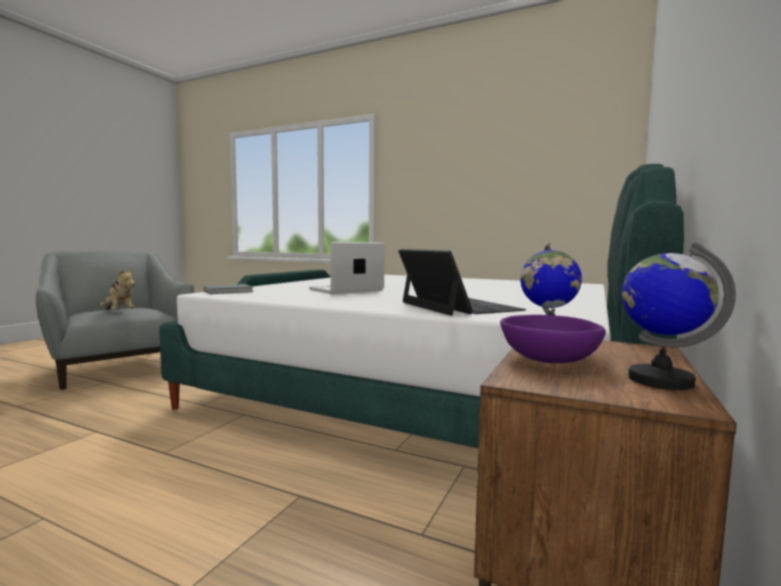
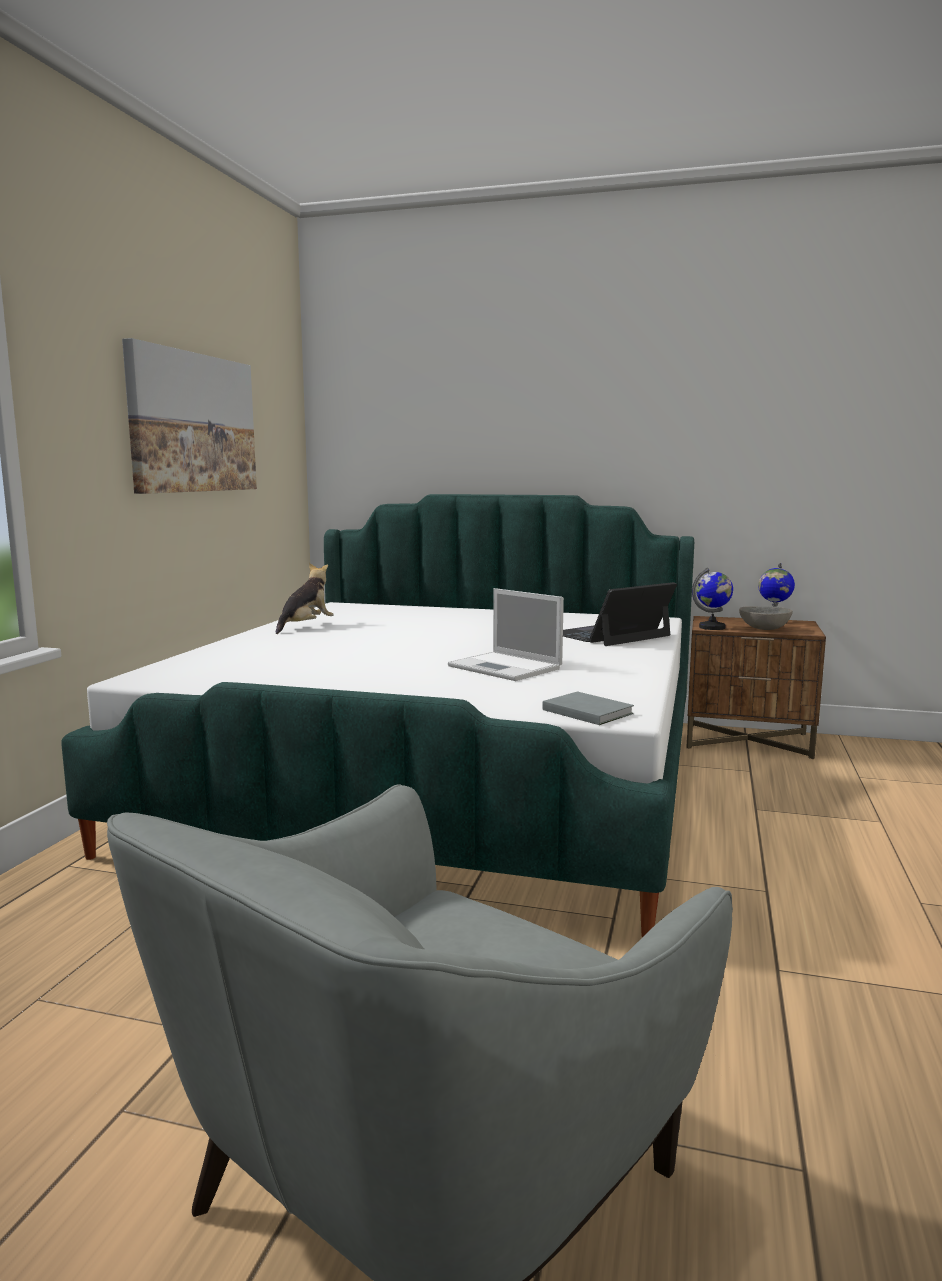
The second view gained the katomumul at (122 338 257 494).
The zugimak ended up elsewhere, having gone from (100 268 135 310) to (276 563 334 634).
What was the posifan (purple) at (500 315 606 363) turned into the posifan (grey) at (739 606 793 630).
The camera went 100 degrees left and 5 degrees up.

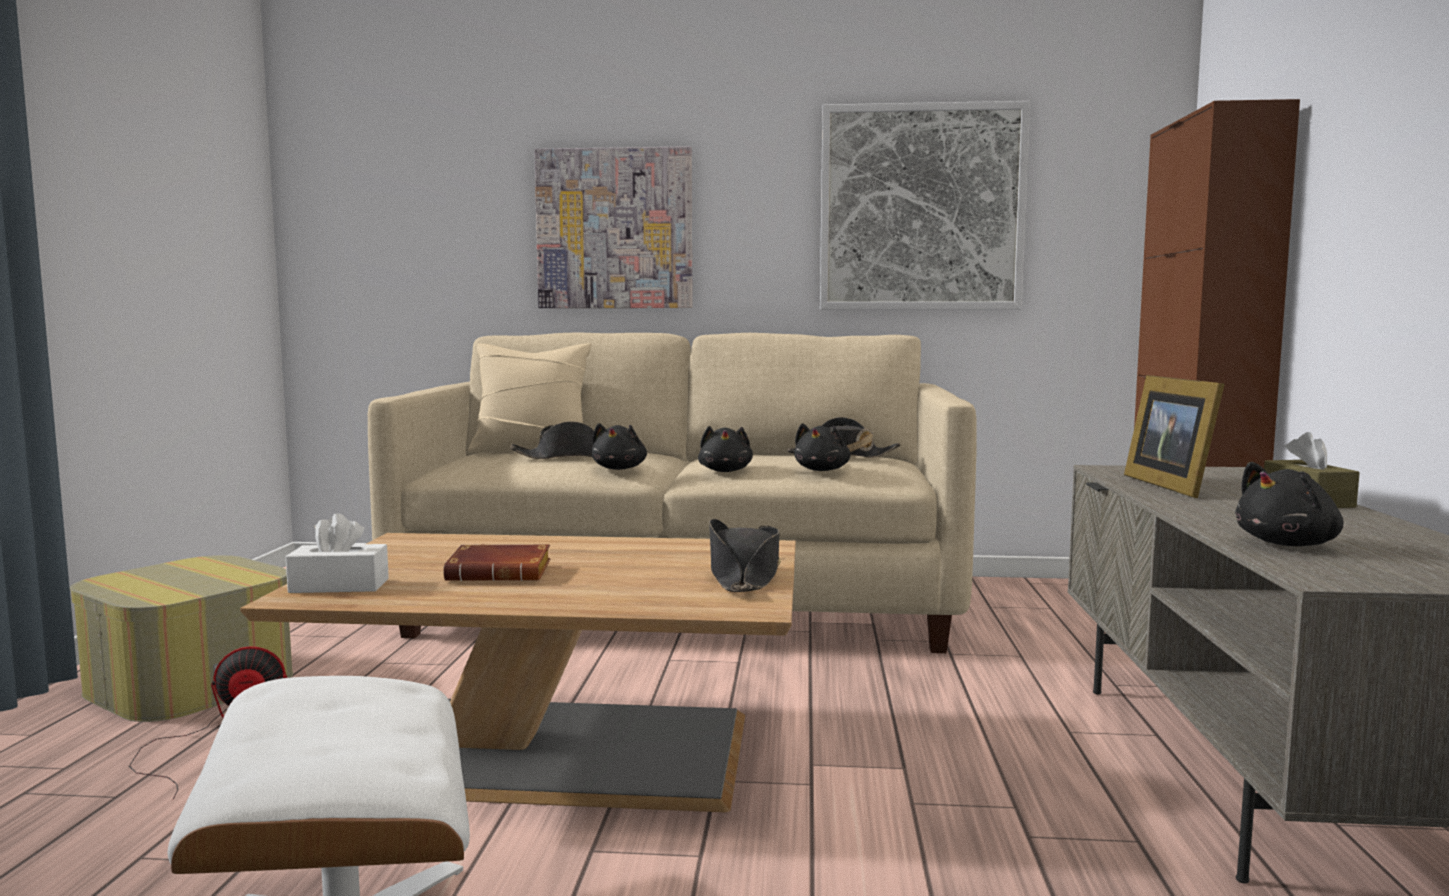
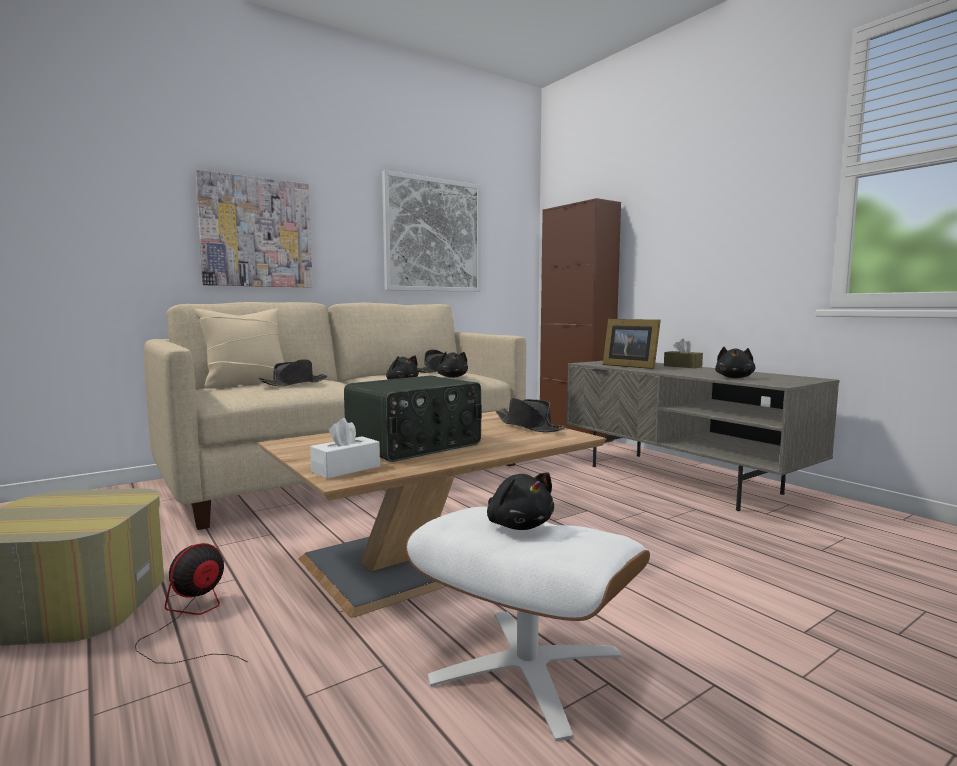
The zugimak (black) ended up elsewhere, having gone from (592 423 647 470) to (487 472 554 530).
Where the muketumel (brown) stood at (443 544 550 581), the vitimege came to stand at (344 375 482 462).
The camera went 40 degrees left and 0 degrees up.

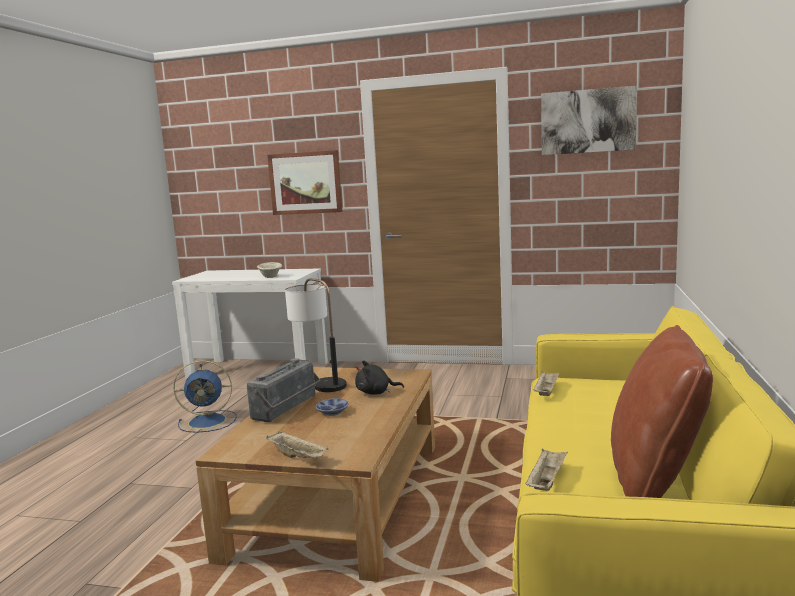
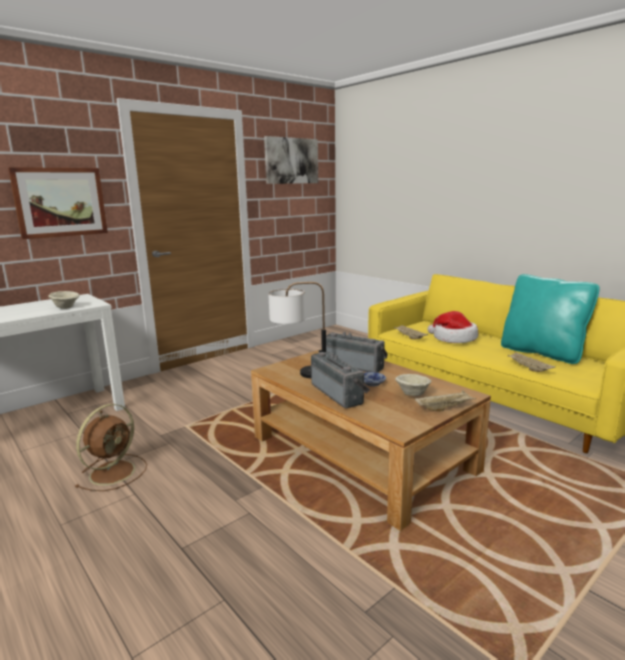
The second view gained the posifan (beige) at (395 374 431 396).
The second view gained the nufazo at (428 311 478 343).
Where the zugimak (black) stood at (355 360 404 395), the vitimege came to stand at (326 332 388 373).
What was the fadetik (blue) at (174 360 237 433) turned into the fadetik (brown) at (75 404 147 491).
What was the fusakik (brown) at (611 325 713 498) turned into the fusakik (turquoise) at (501 274 600 364).
The camera went 55 degrees left and 5 degrees up.

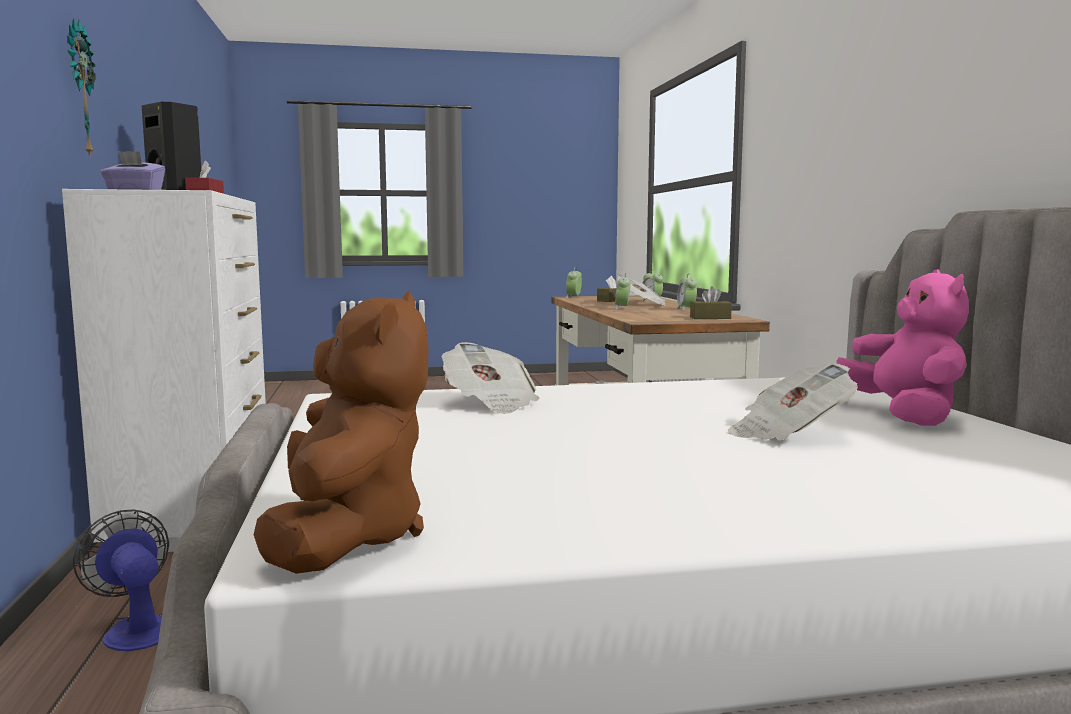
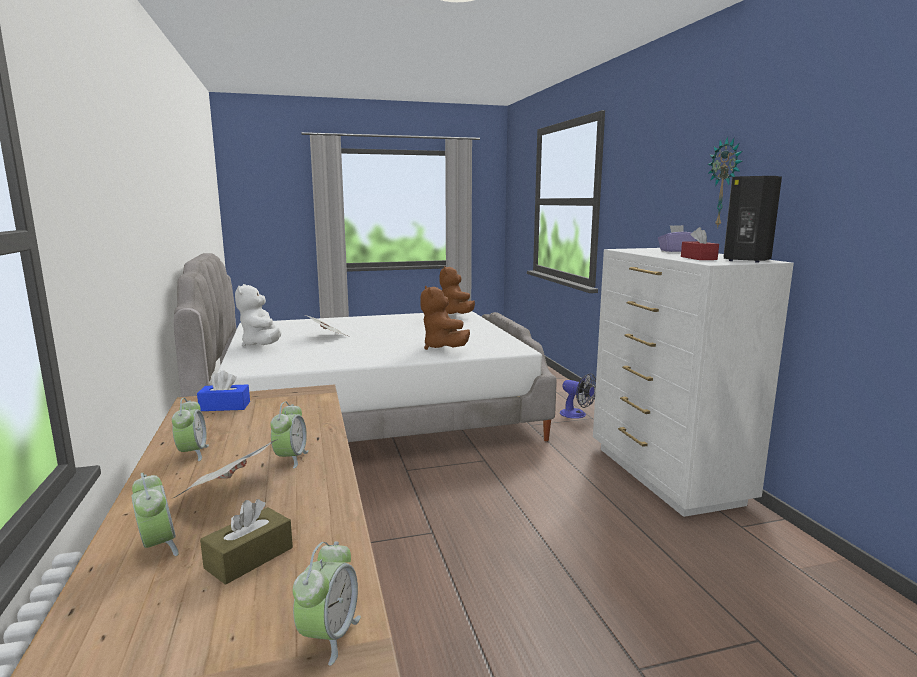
Where the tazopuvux stood at (442 342 540 414), the zugimak (brown) came to stand at (421 286 470 350).
What was the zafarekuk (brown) at (690 286 732 319) turned into the zafarekuk (blue) at (197 370 250 411).
What was the zugimak (pink) at (836 269 969 426) turned into the zugimak (white) at (235 284 282 347).
The camera went 175 degrees right and 5 degrees up.

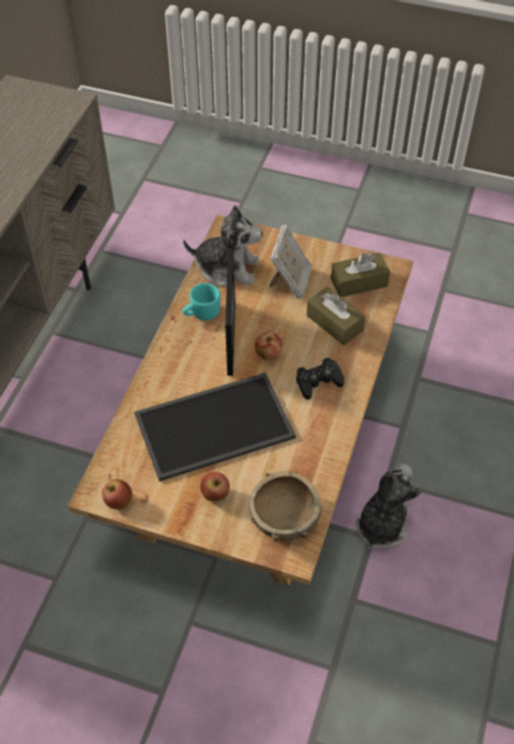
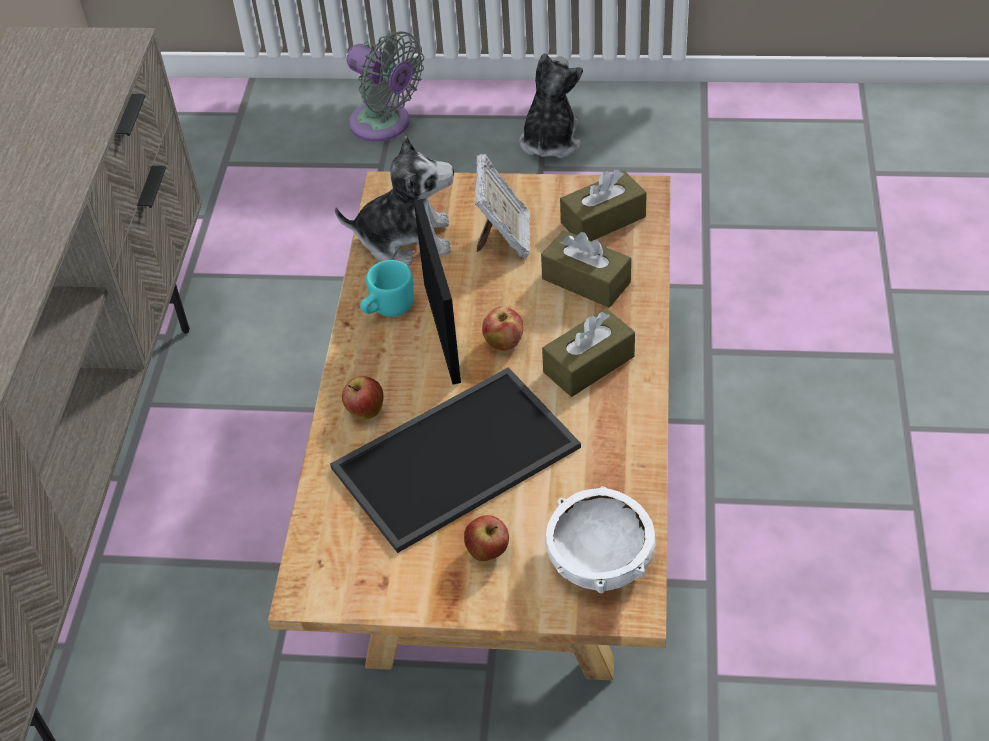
The second view gained the fadetik (grey) at (347 31 424 142).
The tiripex ended up elsewhere, having gone from (102 479 132 510) to (342 376 384 419).
The zugimak ended up elsewhere, having gone from (356 464 422 549) to (519 53 583 158).
Where the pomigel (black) stood at (296 357 344 400), the zafarekuk (brown) came to stand at (542 308 635 397).
What was the posifan (brown) at (249 471 321 542) turned into the posifan (white) at (545 486 656 593).
The camera went 10 degrees left and 5 degrees down.

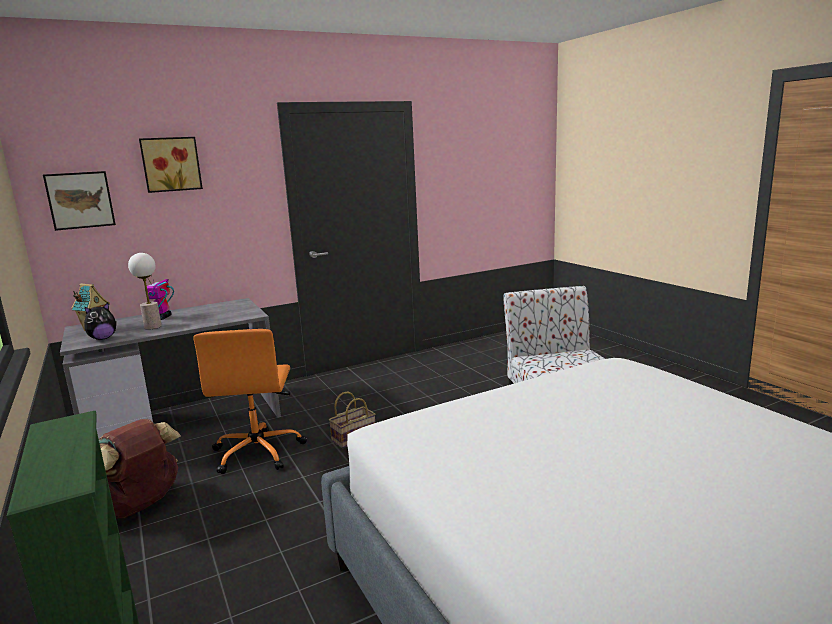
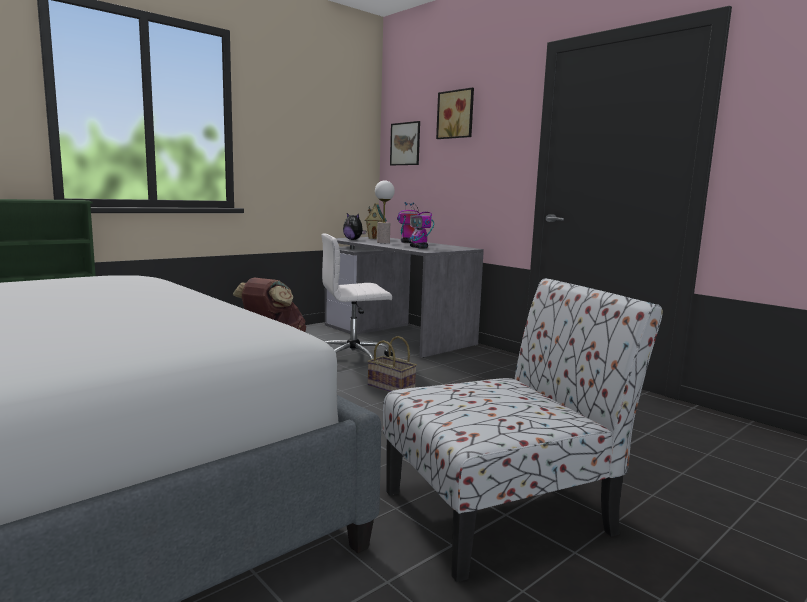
The second view gained the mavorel at (405 203 434 249).
What was the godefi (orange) at (193 329 307 474) turned into the godefi (white) at (321 234 393 359).
The camera went 75 degrees right and 5 degrees down.

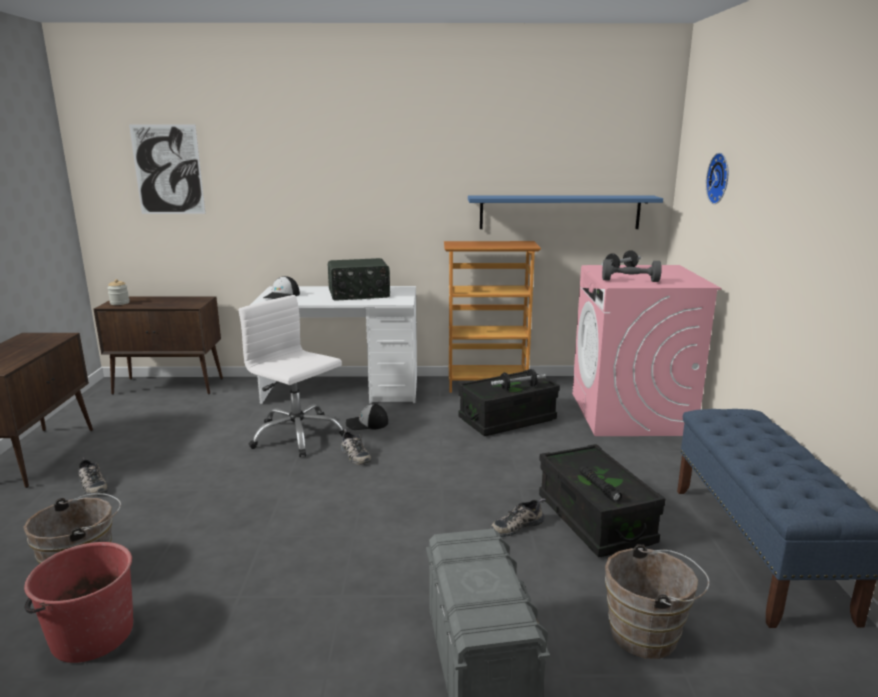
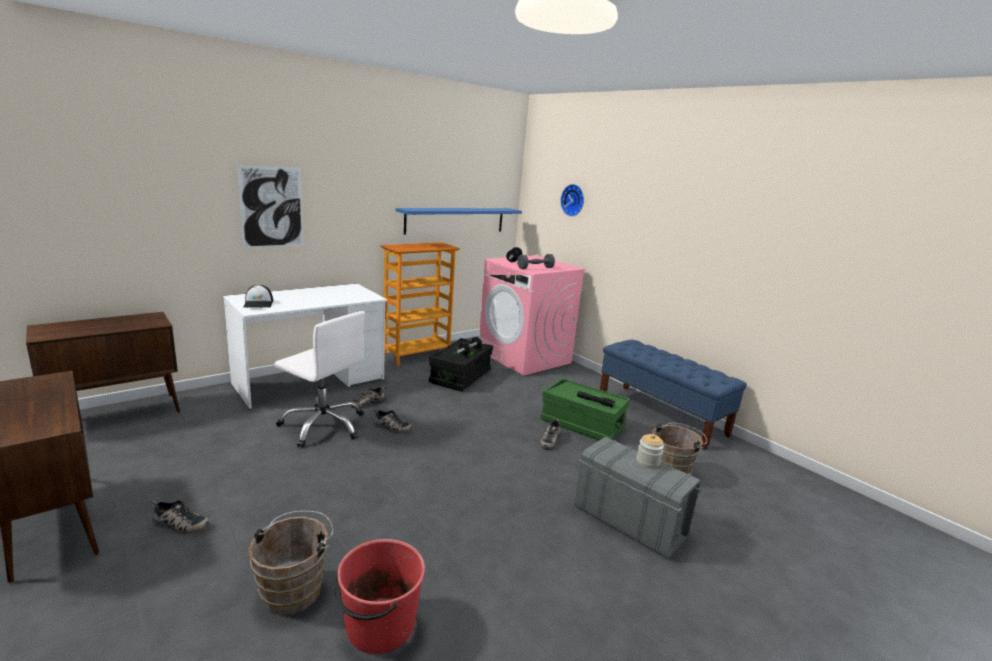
The second view lost the vitimege at (328 258 390 301).
The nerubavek ended up elsewhere, having gone from (107 279 130 305) to (636 434 664 468).
The katomumul ended up elsewhere, having gone from (129 124 205 214) to (237 165 303 248).
Where the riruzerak stood at (346 404 388 430), the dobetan came to stand at (350 386 387 409).
What was the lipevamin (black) at (539 444 666 557) turned into the lipevamin (green) at (540 378 630 440).
The godefi (white) at (238 295 348 457) ended up facing another way, 150 degrees counterclockwise from before.
The camera went 40 degrees left and 0 degrees up.

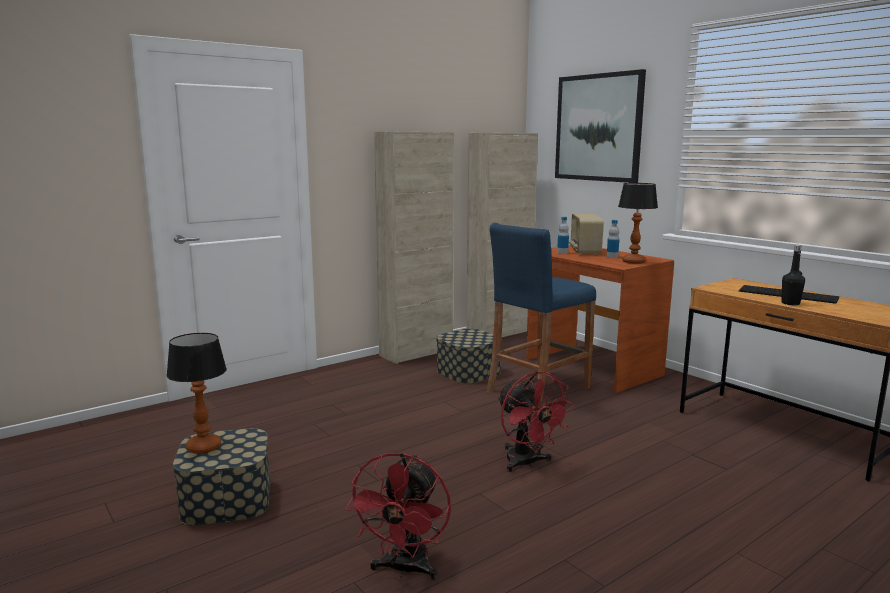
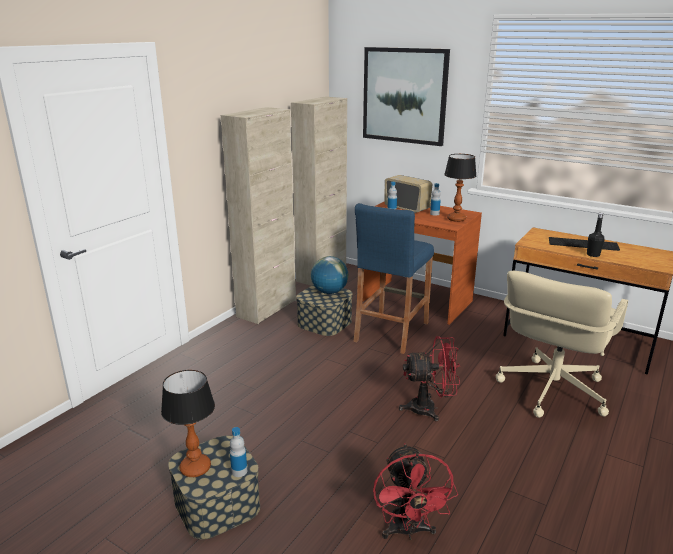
The second view gained the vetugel at (230 427 247 477).
The second view gained the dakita at (311 256 348 294).
The second view gained the godefi (beige) at (496 271 628 418).
The fadetik (red) at (497 371 574 472) ended up facing another way, 45 degrees counterclockwise from before.
The vitimege at (569 214 604 255) ended up facing another way, 150 degrees clockwise from before.
The camera went 20 degrees left and 10 degrees up.

